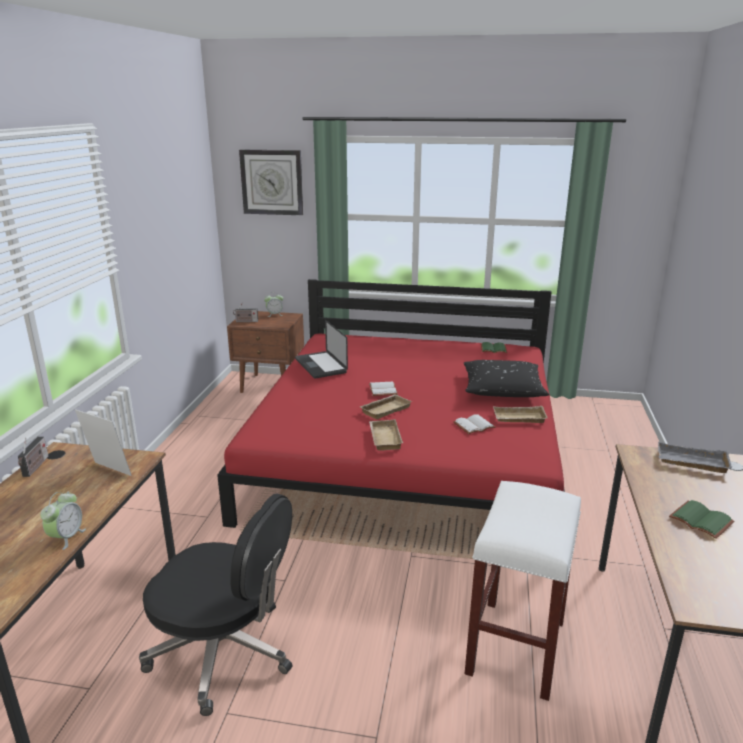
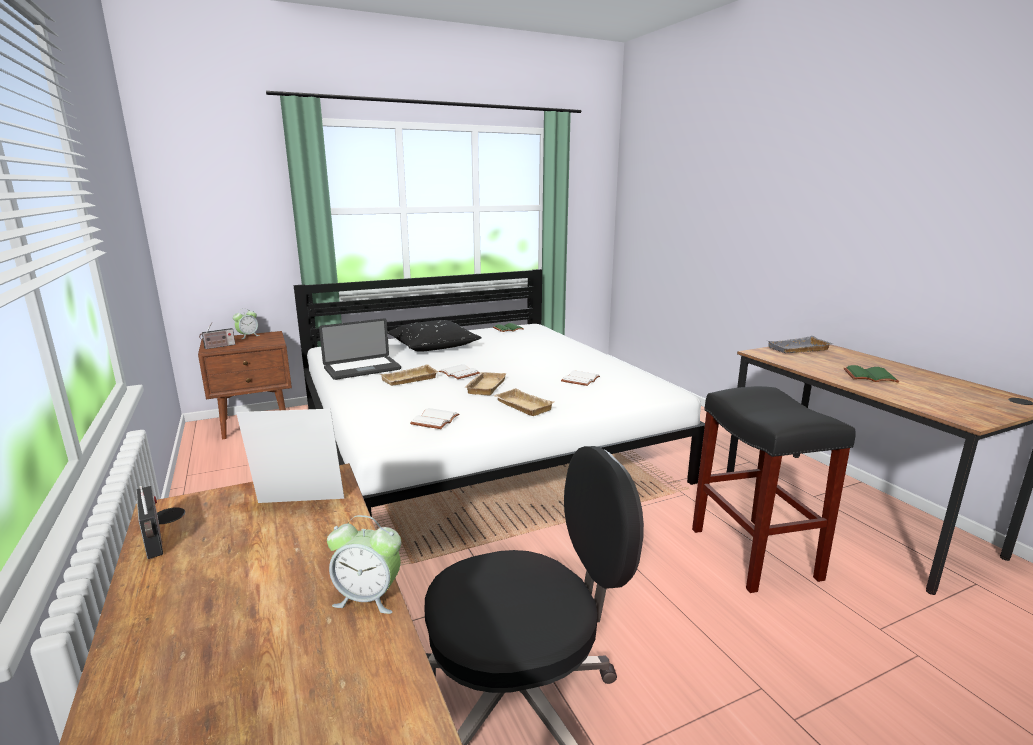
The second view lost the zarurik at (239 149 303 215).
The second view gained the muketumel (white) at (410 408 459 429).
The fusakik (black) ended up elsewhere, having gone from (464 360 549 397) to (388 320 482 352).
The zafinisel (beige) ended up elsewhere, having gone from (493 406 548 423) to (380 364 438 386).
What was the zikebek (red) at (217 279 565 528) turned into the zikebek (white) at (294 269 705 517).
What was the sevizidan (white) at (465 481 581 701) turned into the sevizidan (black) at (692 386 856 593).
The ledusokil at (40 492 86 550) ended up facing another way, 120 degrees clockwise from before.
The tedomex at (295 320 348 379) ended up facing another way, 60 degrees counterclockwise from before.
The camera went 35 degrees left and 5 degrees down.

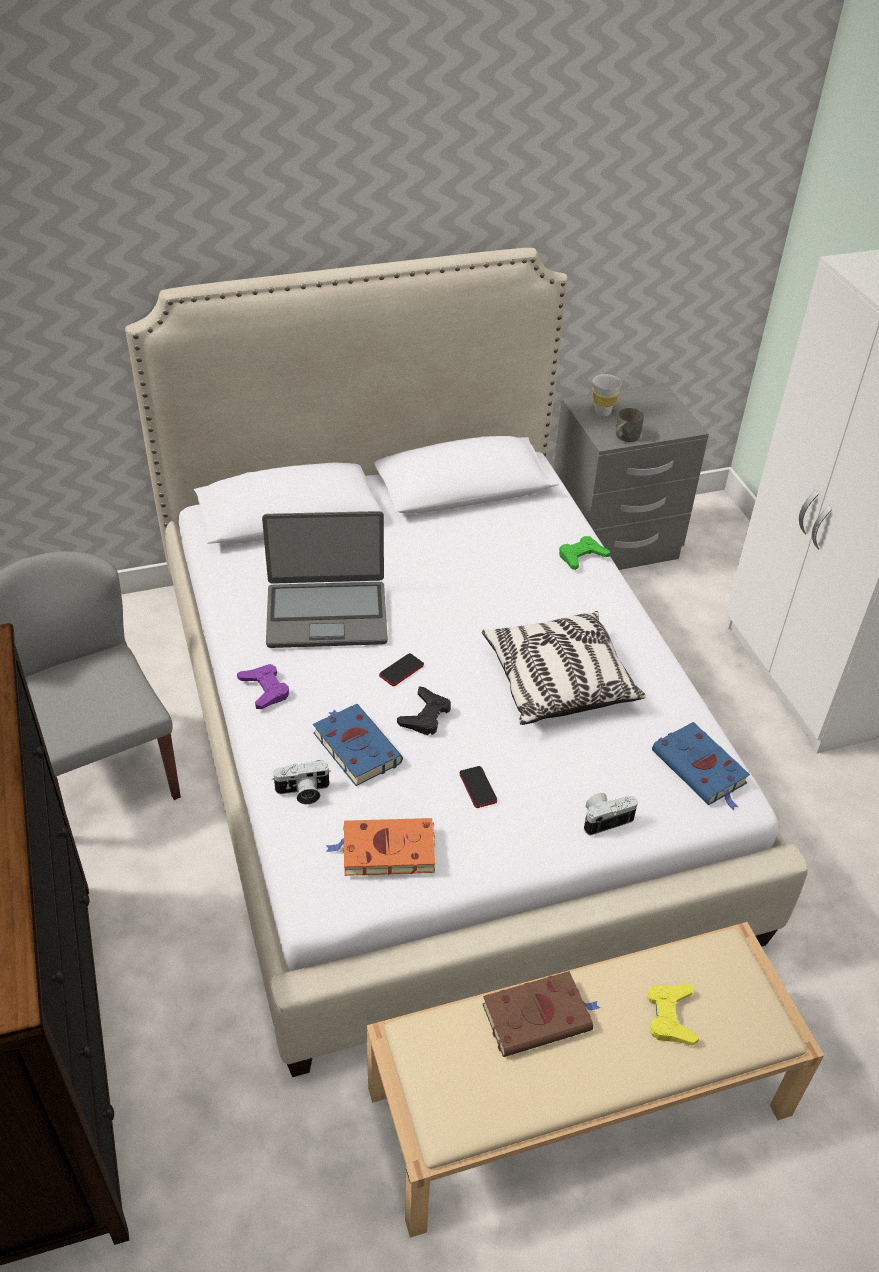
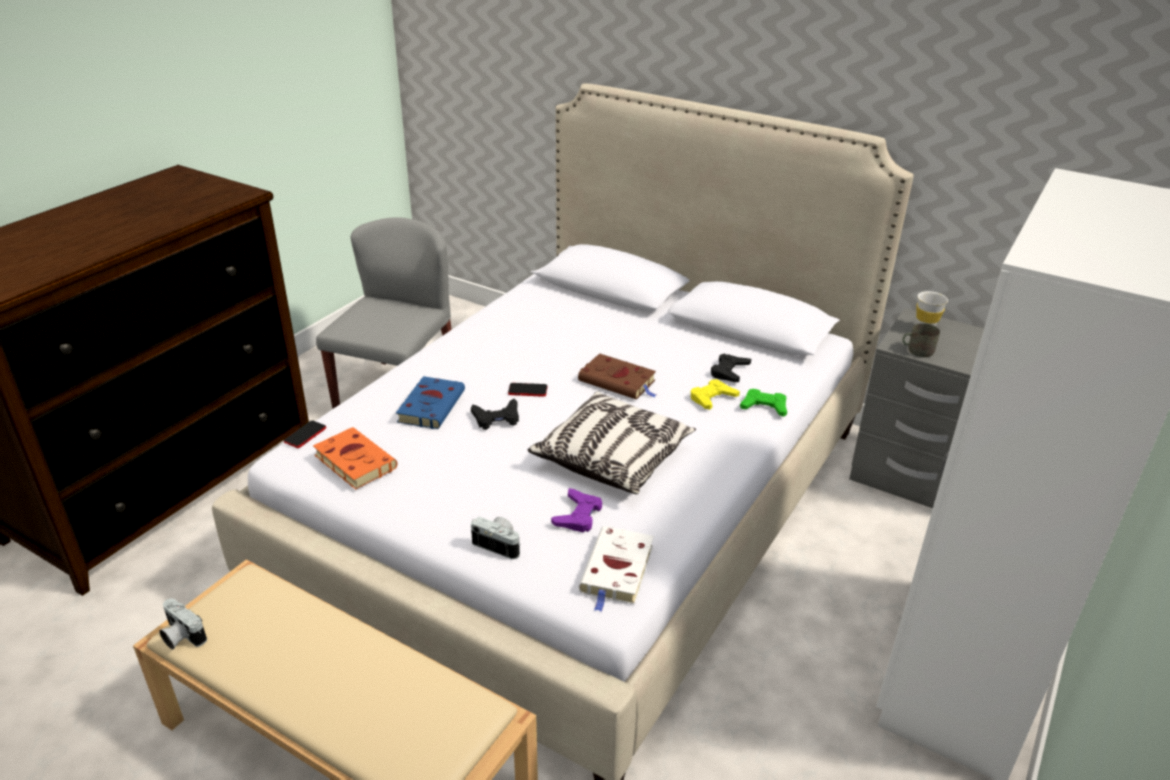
The second view lost the tedomex at (262 511 388 648).
The second view gained the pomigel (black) at (711 354 751 382).
The pomigel (purple) ended up elsewhere, having gone from (237 664 289 709) to (551 488 602 532).
The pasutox ended up elsewhere, having gone from (272 760 331 804) to (159 599 207 650).
The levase ended up elsewhere, having gone from (460 766 497 808) to (284 420 326 448).
The muketumel (brown) ended up elsewhere, having gone from (482 971 600 1057) to (578 353 656 399).
The pomigel (yellow) ended up elsewhere, having gone from (647 984 699 1045) to (690 379 740 410).
What was the muketumel (blue) at (652 722 750 810) turned into the muketumel (white) at (578 526 654 612).
The camera went 50 degrees right and 10 degrees down.

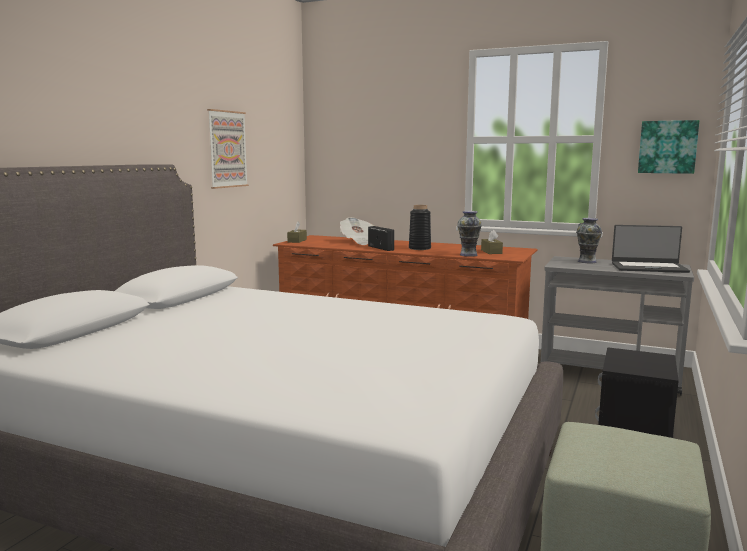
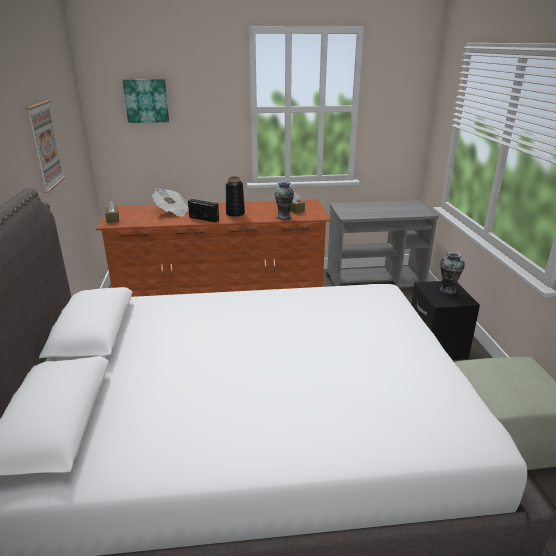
The second view lost the tedomex at (612 225 690 273).
The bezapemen ended up elsewhere, having gone from (576 218 602 263) to (439 252 465 295).
The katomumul ended up elsewhere, having gone from (638 120 699 174) to (122 79 169 123).
The camera went 30 degrees left and 15 degrees up.

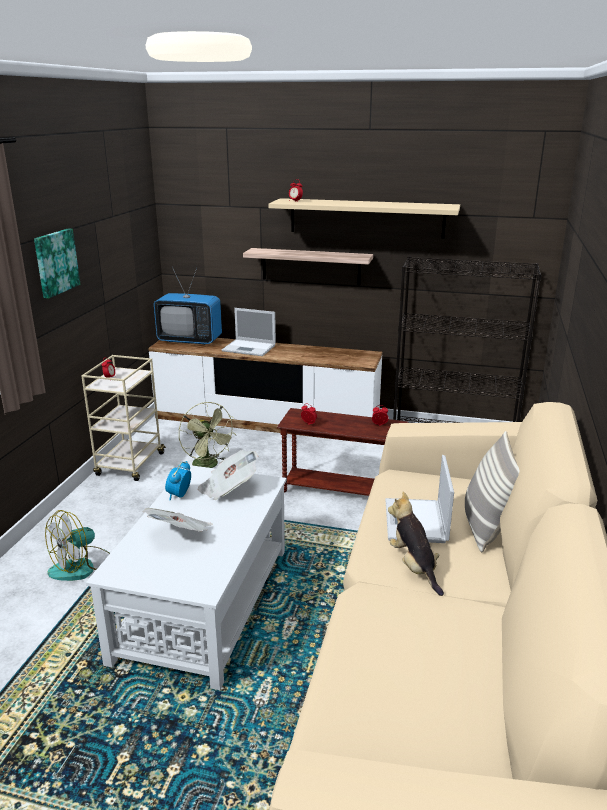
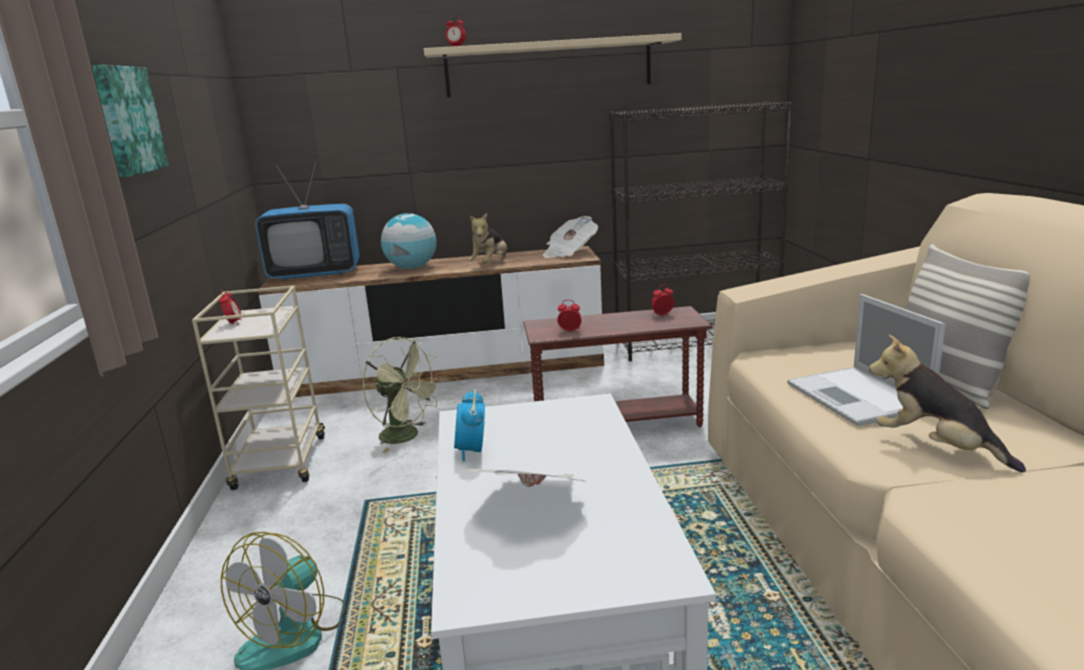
The second view lost the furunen at (243 248 373 285).
The second view gained the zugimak at (468 213 507 263).
The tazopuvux ended up elsewhere, having gone from (198 450 259 500) to (542 216 598 258).
Where the tedomex stood at (222 308 276 356), the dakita came to stand at (381 213 437 269).
The camera went 20 degrees left and 5 degrees down.

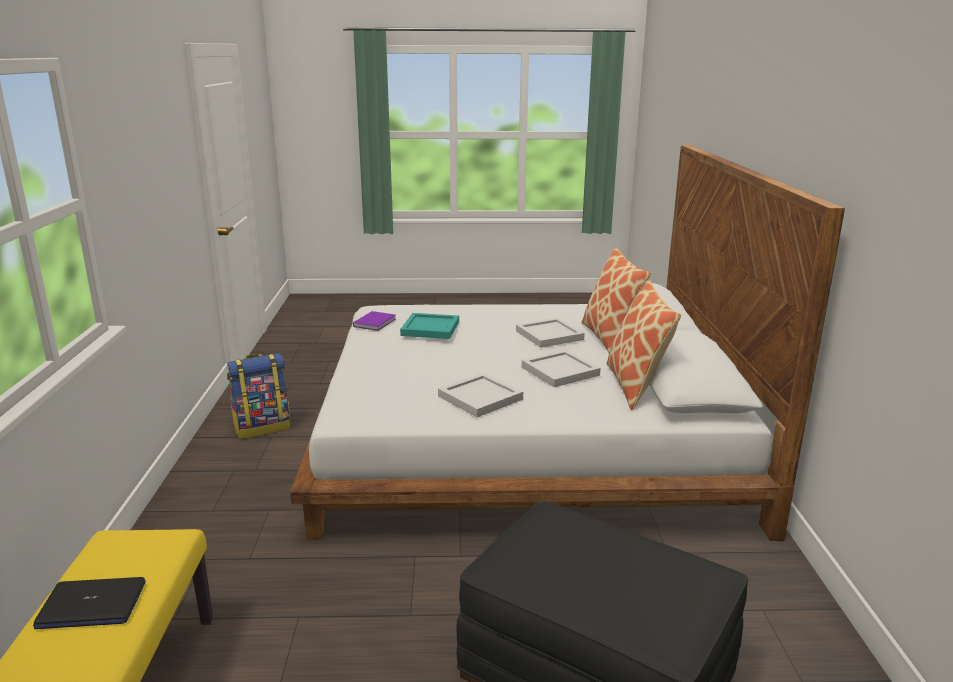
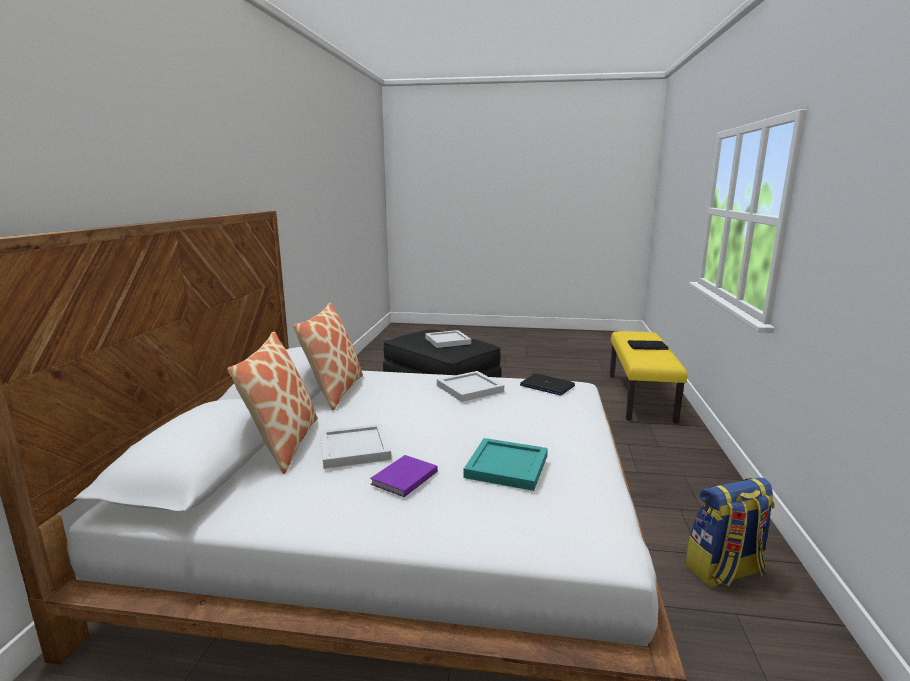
The second view gained the tedomex at (520 374 575 396).
The muketumel (purple) ended up elsewhere, having gone from (353 311 396 331) to (370 455 438 497).
The zafinisel (white) ended up elsewhere, having gone from (522 350 601 387) to (425 330 471 348).
The camera went 170 degrees left and 5 degrees down.

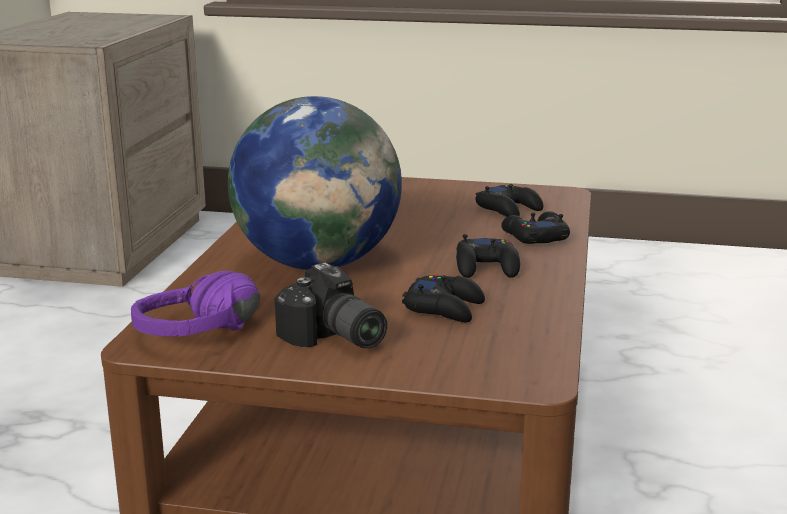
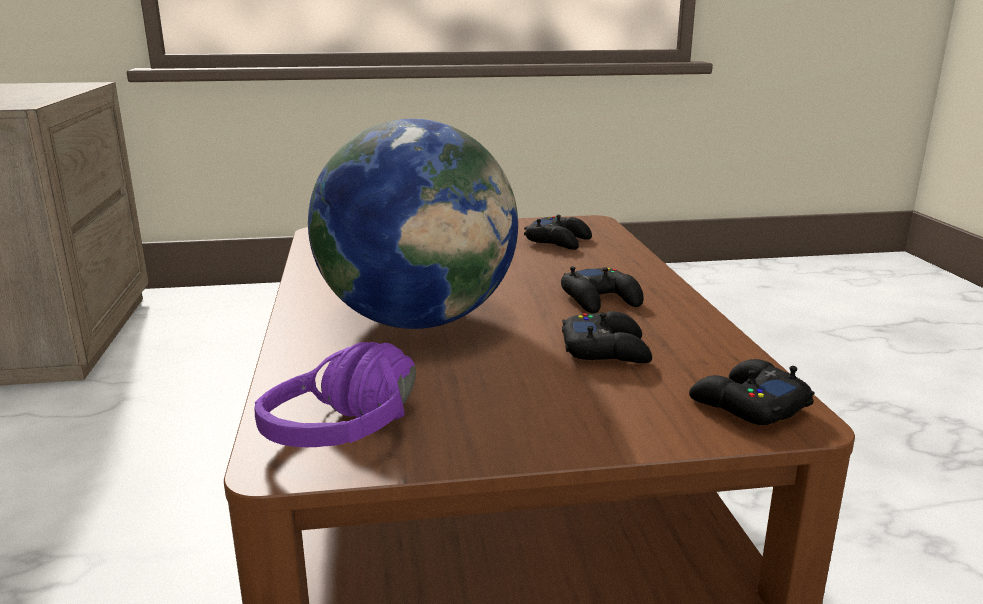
The second view lost the pasutox at (275 263 387 348).
The pomigel (black) ended up elsewhere, having gone from (501 211 570 244) to (689 359 815 425).
The camera went 20 degrees left and 0 degrees up.

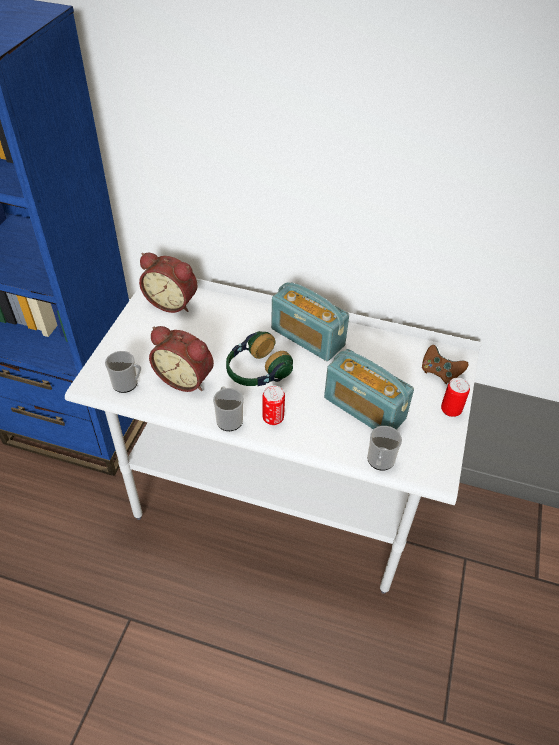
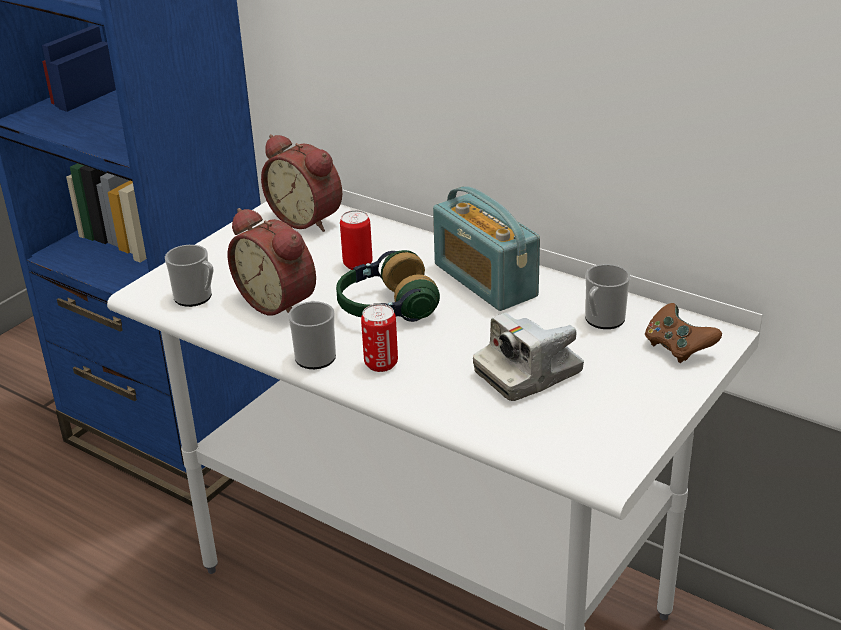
The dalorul ended up elsewhere, having gone from (367 426 402 471) to (585 264 631 329).
The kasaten ended up elsewhere, having gone from (441 378 470 417) to (340 210 372 270).
Where the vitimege stood at (324 349 414 430), the pasutox came to stand at (473 313 584 401).
The camera went 20 degrees right and 15 degrees down.

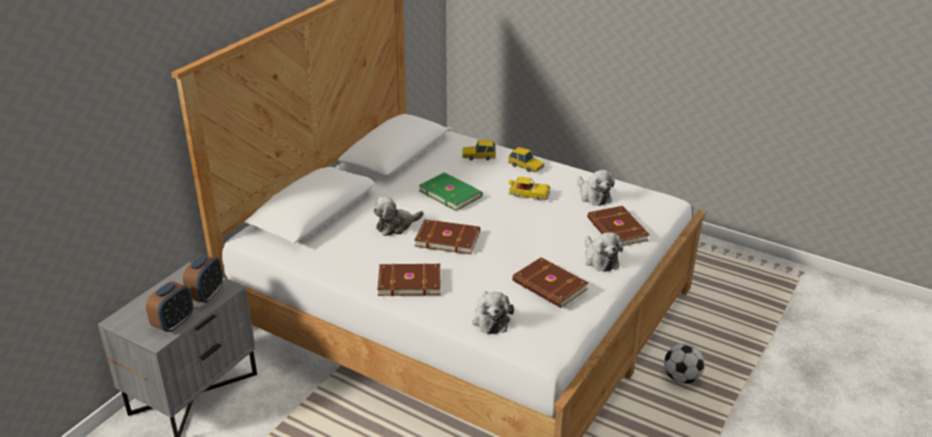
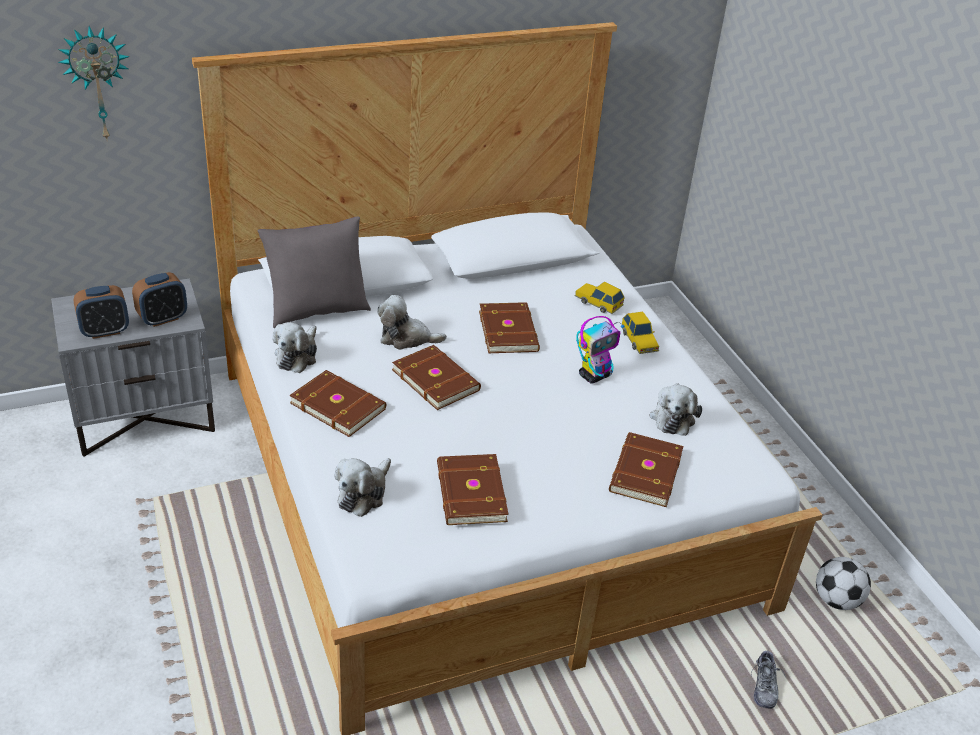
The second view gained the zarurik at (58 26 130 140).
The second view gained the fusakik (grey) at (258 217 371 328).
The second view gained the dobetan at (751 651 786 709).
The zugimak ended up elsewhere, having gone from (585 232 623 272) to (273 322 317 373).
The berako ended up elsewhere, having gone from (664 344 705 384) to (816 557 871 610).
Where the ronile stood at (508 177 550 200), the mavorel came to stand at (576 316 625 384).
What was the muketumel (green) at (419 172 483 211) turned into the muketumel (brown) at (479 302 540 353).
The camera went 35 degrees right and 5 degrees up.

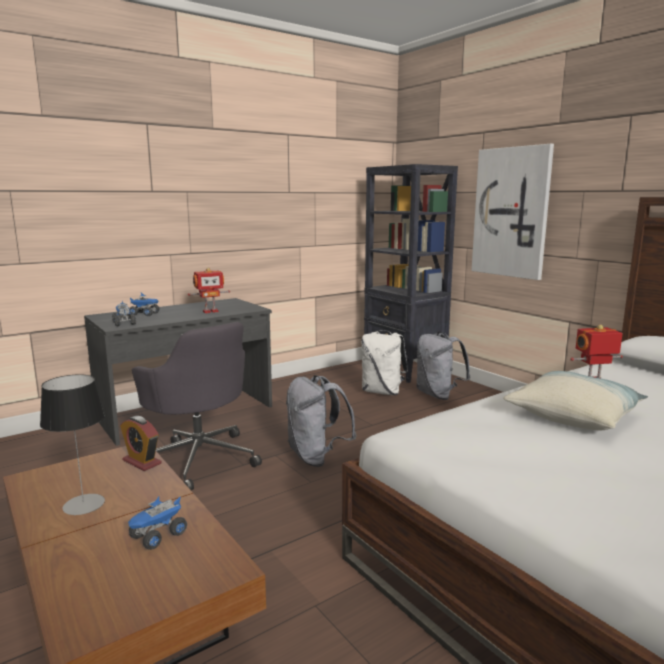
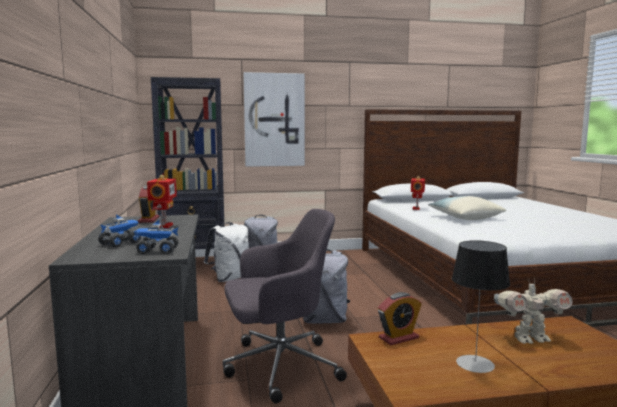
The second view gained the ledusokil at (138 185 159 223).
Where the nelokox stood at (128 496 187 550), the mavorel came to stand at (494 278 573 344).
The camera went 65 degrees left and 5 degrees down.

